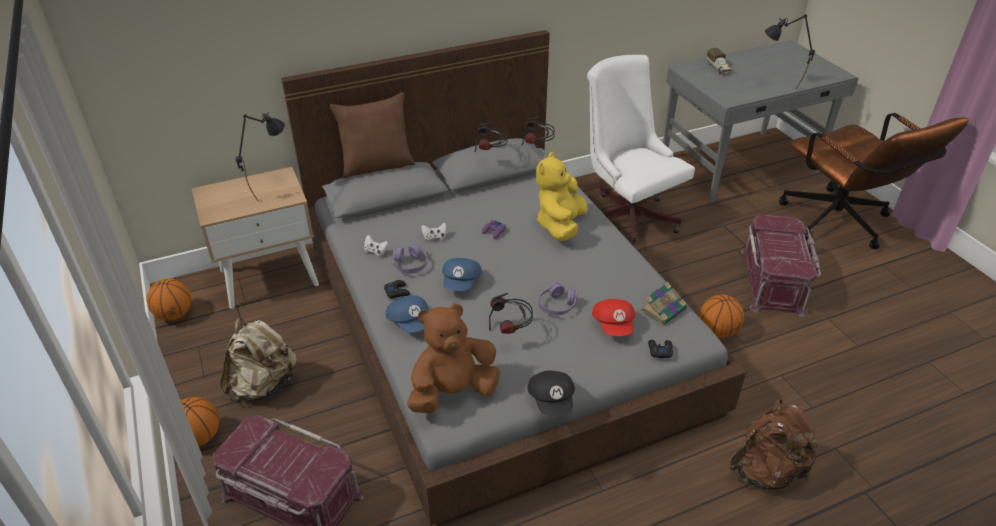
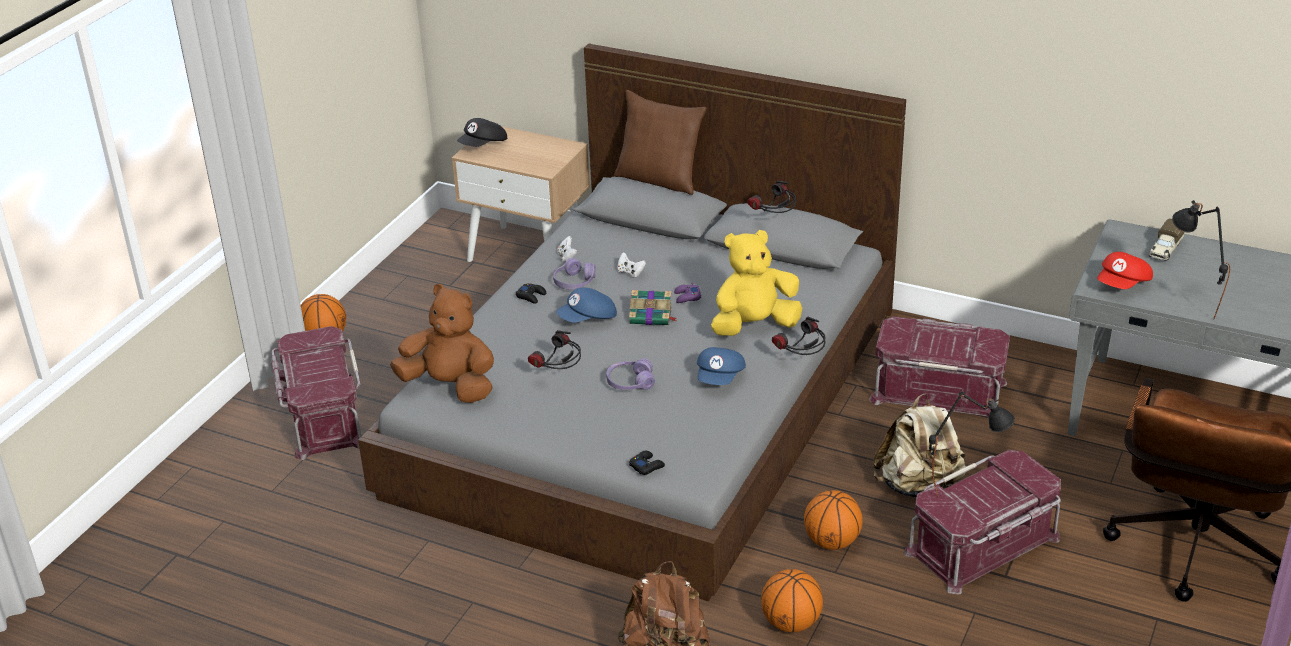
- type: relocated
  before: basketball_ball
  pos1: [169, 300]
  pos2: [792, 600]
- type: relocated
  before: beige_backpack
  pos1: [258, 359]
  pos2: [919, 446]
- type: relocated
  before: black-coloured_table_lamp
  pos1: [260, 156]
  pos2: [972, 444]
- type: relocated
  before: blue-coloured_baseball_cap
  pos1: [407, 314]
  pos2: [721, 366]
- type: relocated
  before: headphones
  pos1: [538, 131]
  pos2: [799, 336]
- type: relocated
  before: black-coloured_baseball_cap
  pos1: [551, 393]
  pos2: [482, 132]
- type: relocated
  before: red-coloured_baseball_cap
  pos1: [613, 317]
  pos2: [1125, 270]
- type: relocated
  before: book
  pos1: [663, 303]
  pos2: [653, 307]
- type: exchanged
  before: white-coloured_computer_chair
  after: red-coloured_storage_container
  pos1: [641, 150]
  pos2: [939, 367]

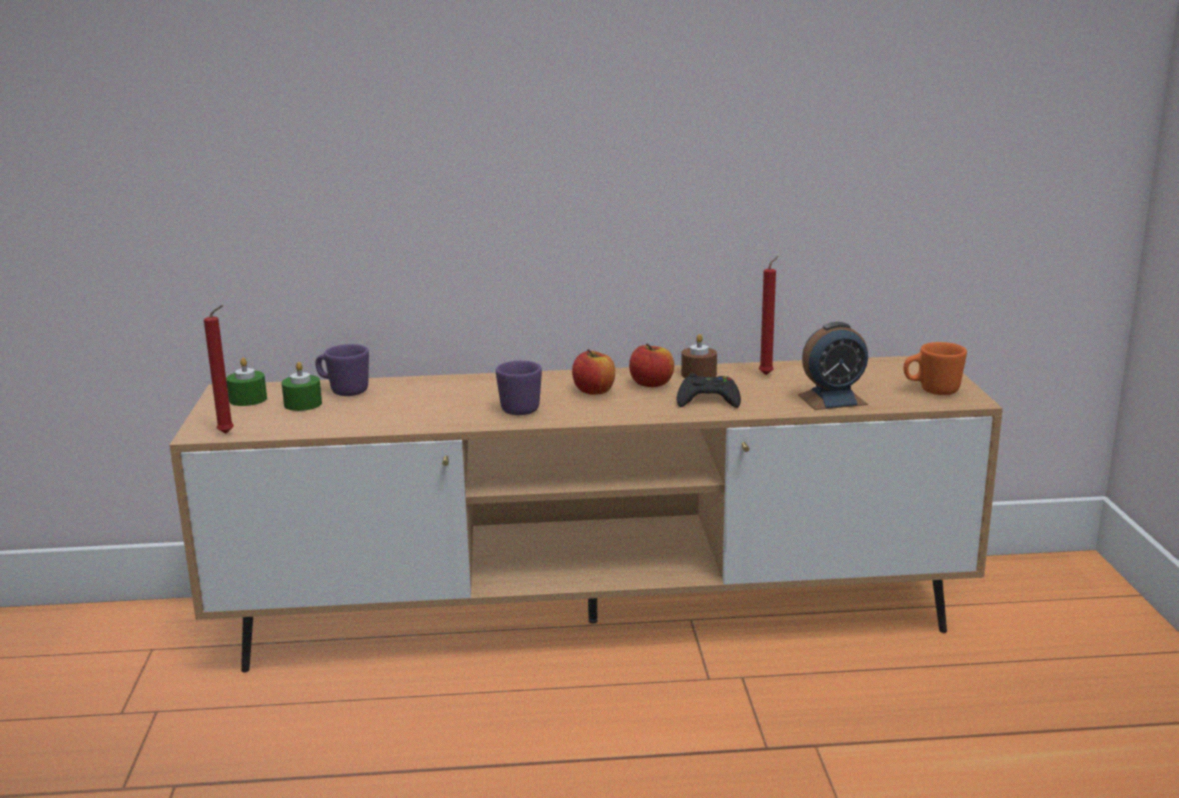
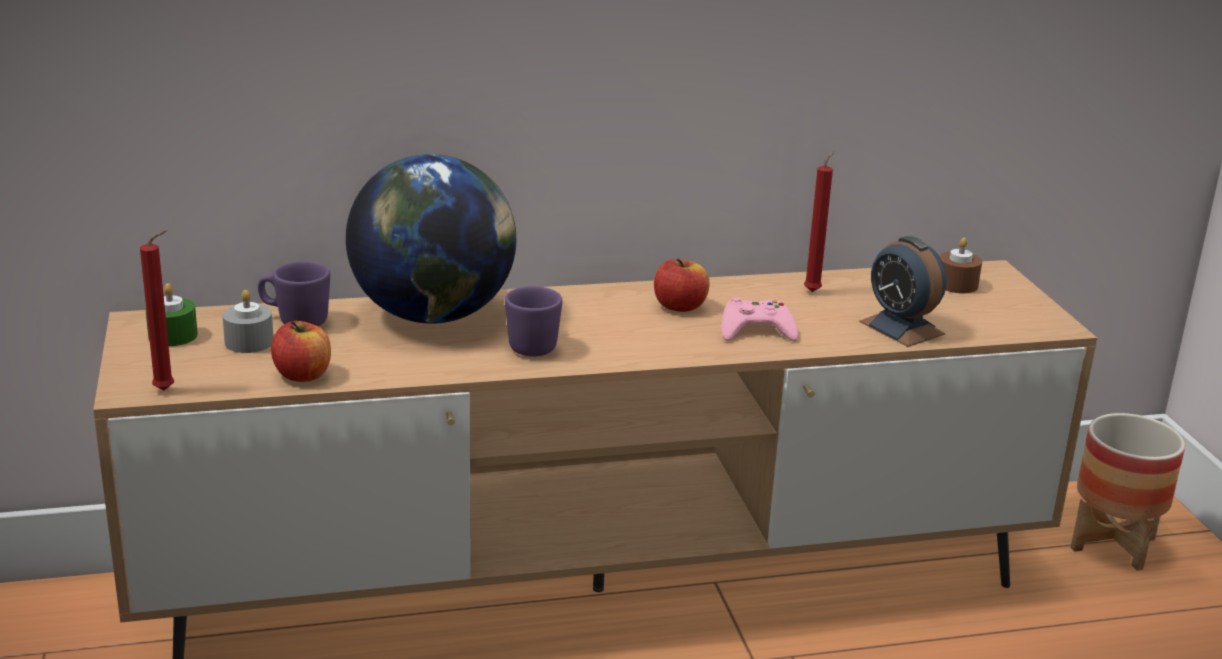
- type: missing
  before: orange_tea_mug
  pos1: [935, 368]
- type: appeared
  after: world_globe
  pos2: [431, 239]
- type: appeared
  after: plant_pot
  pos2: [1128, 492]
- type: relocated
  before: apple_fruit
  pos1: [593, 372]
  pos2: [301, 351]
- type: relocated
  before: brownish_wax_candle
  pos1: [699, 356]
  pos2: [960, 265]
- type: colour
  before: greenish_wax_candle
  after: grey_wax_candle
  pos1: [302, 386]
  pos2: [247, 321]
- type: colour
  before: black-coloured_game_controller
  after: pink-coloured_game_controller
  pos1: [709, 390]
  pos2: [760, 319]
- type: spun
  before: bedside_clock
  pos1: [833, 366]
  pos2: [903, 291]
  turn: 75

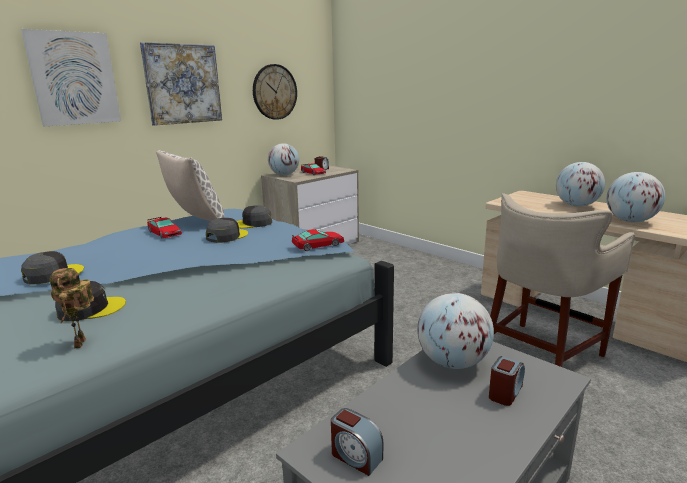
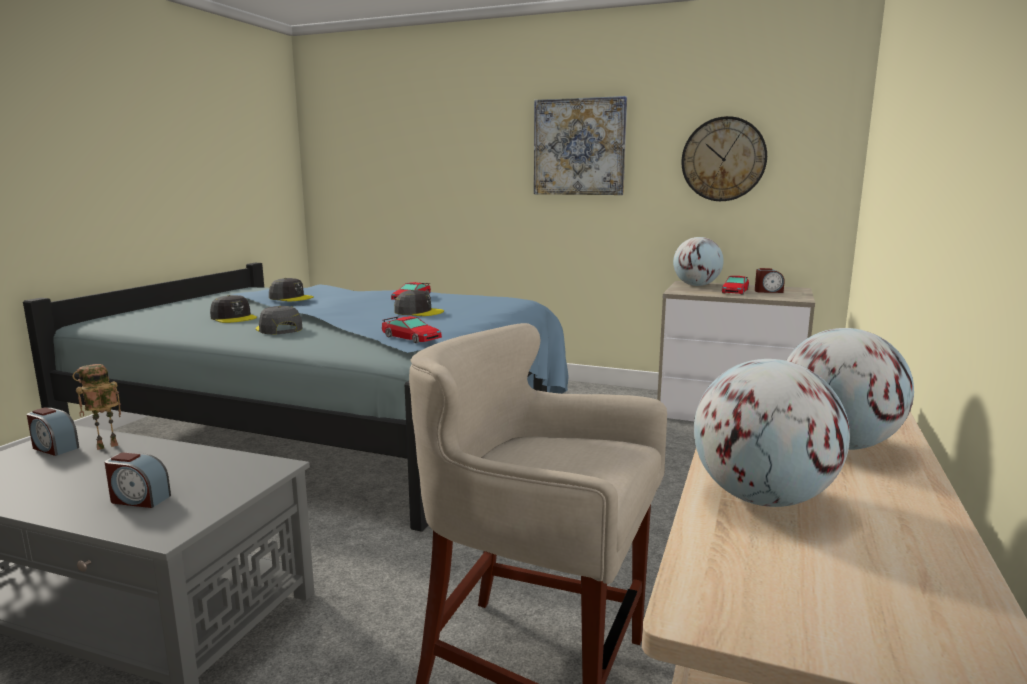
- type: missing
  before: wall_art
  pos1: [71, 77]
- type: missing
  before: pillow
  pos1: [190, 185]
- type: missing
  before: world_globe
  pos1: [455, 331]
- type: relocated
  before: model_robot
  pos1: [72, 308]
  pos2: [97, 407]
- type: relocated
  before: grey_baseball_cap
  pos1: [254, 216]
  pos2: [278, 320]
- type: spun
  before: bedside_clock
  pos1: [357, 442]
  pos2: [53, 431]
  turn: -75

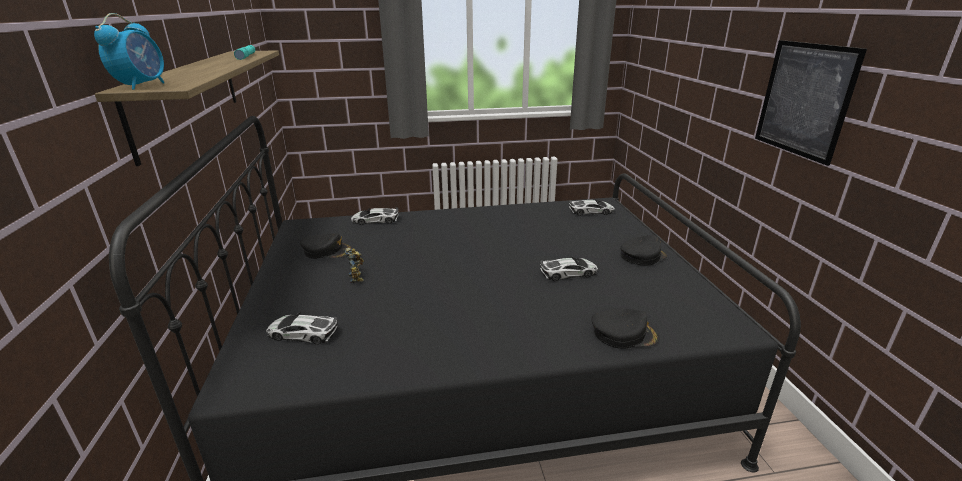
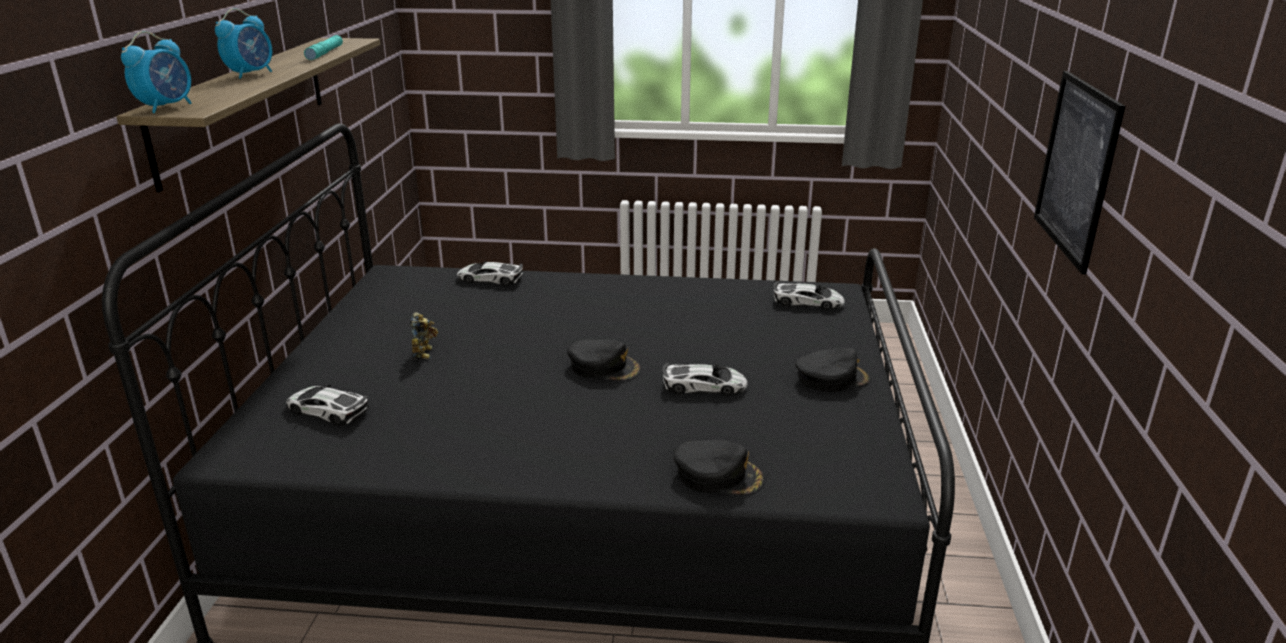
- type: appeared
  after: bedside_clock
  pos2: [243, 43]
- type: relocated
  before: black-coloured_baseball_cap
  pos1: [326, 246]
  pos2: [604, 360]

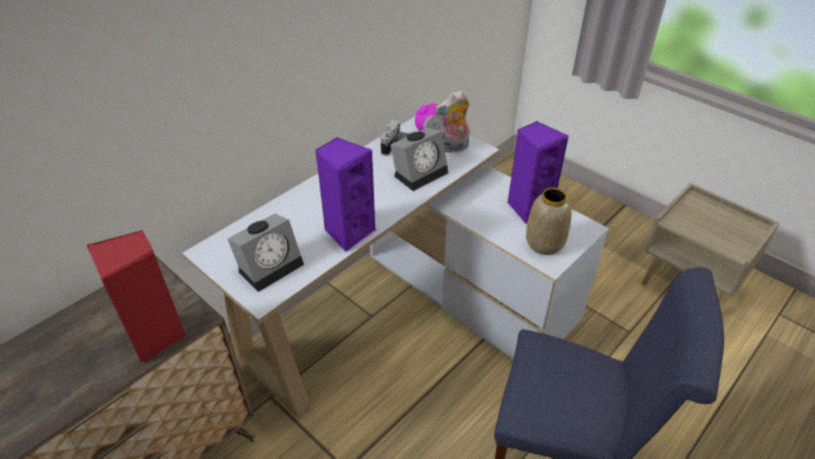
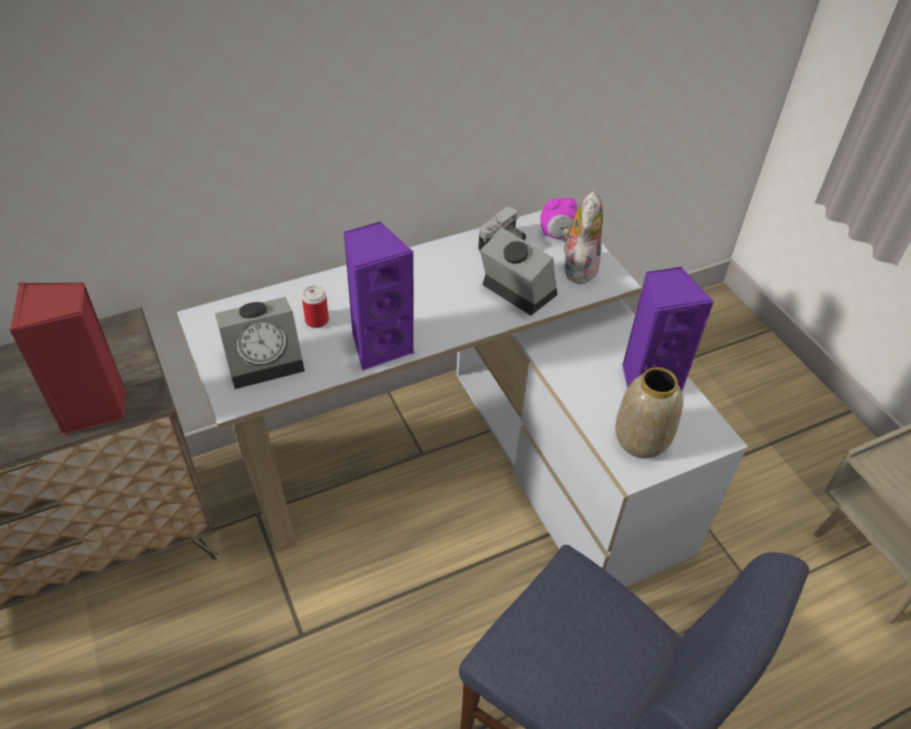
- type: appeared
  after: can
  pos2: [315, 307]
- type: spun
  before: bedside_clock
  pos1: [419, 159]
  pos2: [518, 271]
  turn: -120
- type: spun
  before: soft_toy
  pos1: [452, 121]
  pos2: [583, 237]
  turn: 105

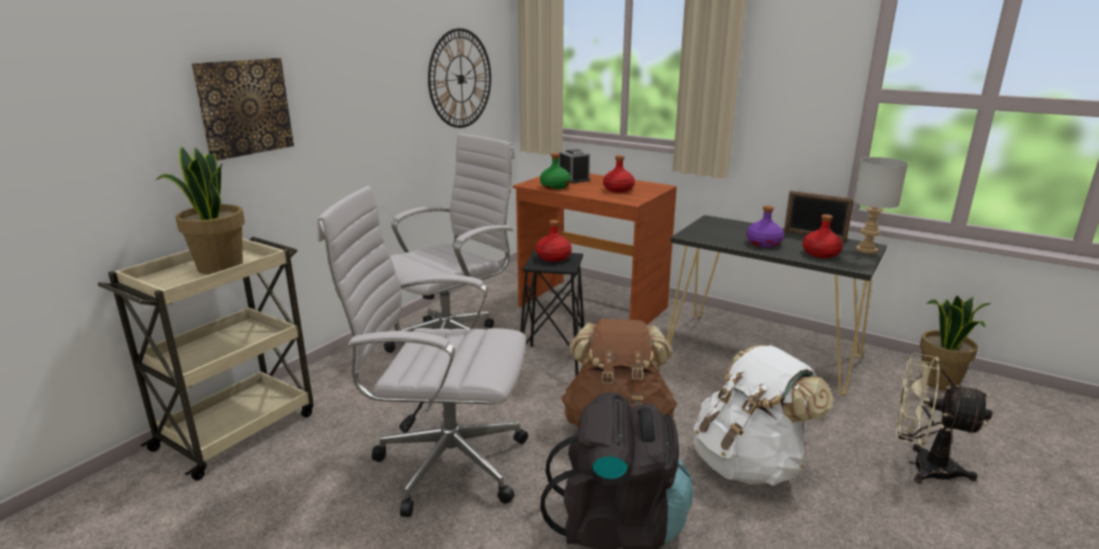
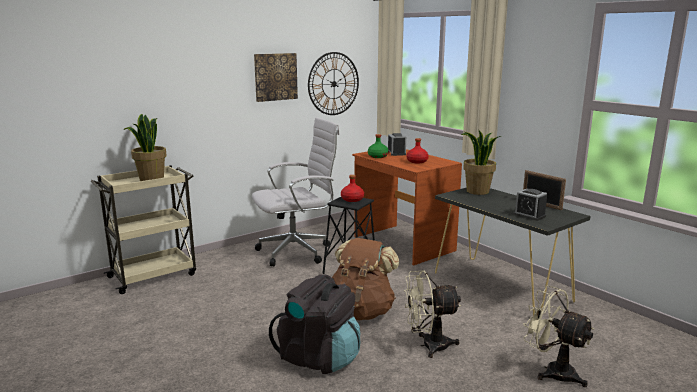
- type: missing
  before: white-coloured_computer_chair
  pos1: [422, 351]
- type: missing
  before: purple-coloured_bottle
  pos1: [765, 226]
- type: missing
  before: grey_table_lamp
  pos1: [880, 205]
- type: relocated
  before: wall_art
  pos1: [242, 109]
  pos2: [276, 77]
- type: relocated
  before: plant_in_a_pot
  pos1: [955, 343]
  pos2: [481, 162]
- type: exchanged
  before: white-coloured_backpack
  after: beige_cooling_fan
  pos1: [763, 415]
  pos2: [432, 314]
- type: exchanged
  before: red-coloured_bottle
  after: bedside_clock
  pos1: [822, 236]
  pos2: [530, 205]

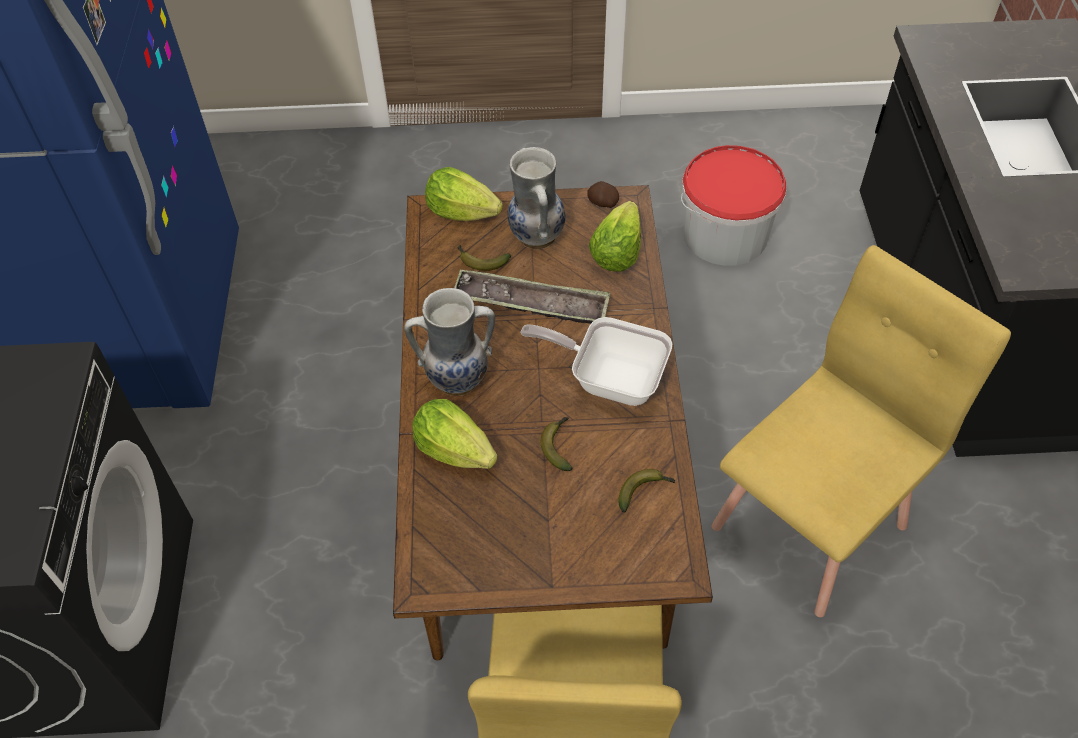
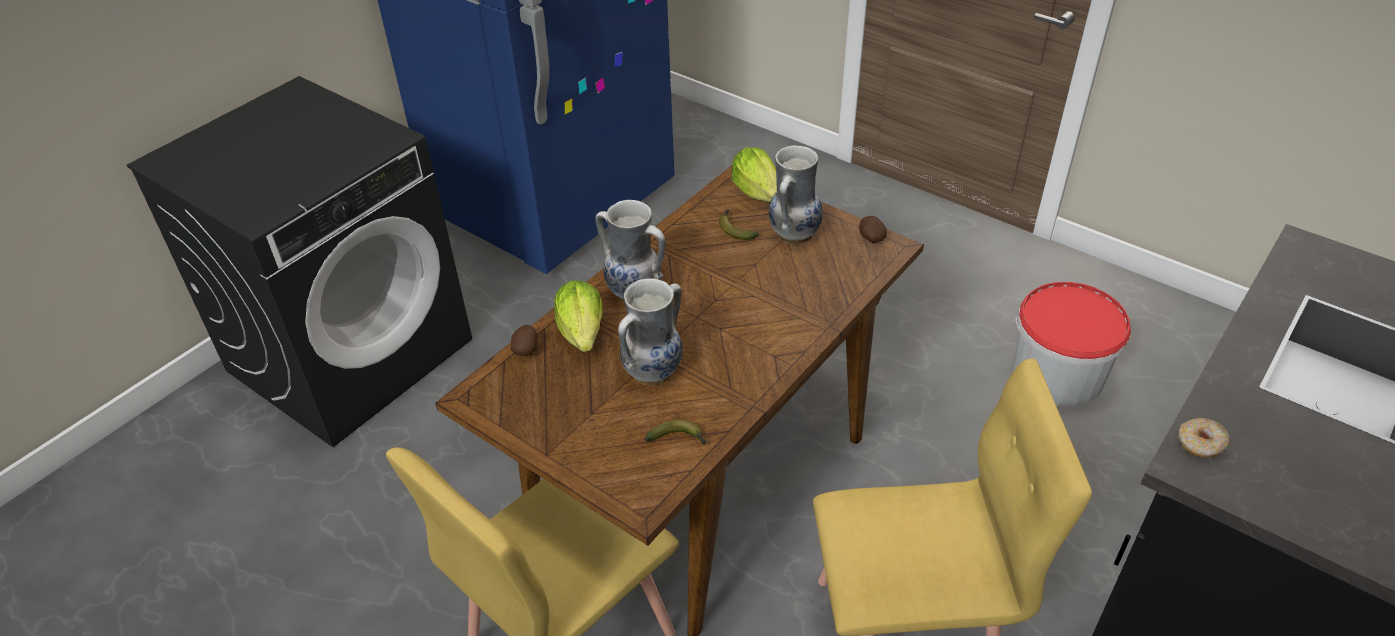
- type: missing
  before: serving_tray
  pos1: [532, 296]
- type: missing
  before: skillet
  pos1: [596, 361]
- type: missing
  before: lettuce_head
  pos1: [615, 236]
- type: appeared
  after: spud
  pos2: [524, 340]
- type: appeared
  after: doughnut
  pos2: [1204, 438]
- type: exchanged
  before: banana
  after: flower_vase
  pos1: [557, 444]
  pos2: [650, 331]

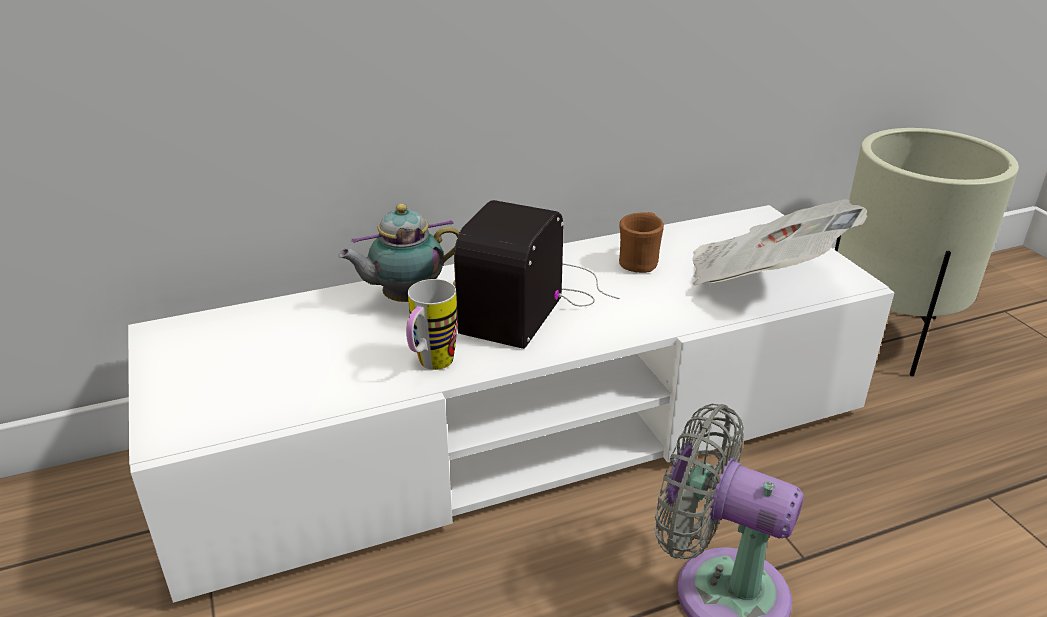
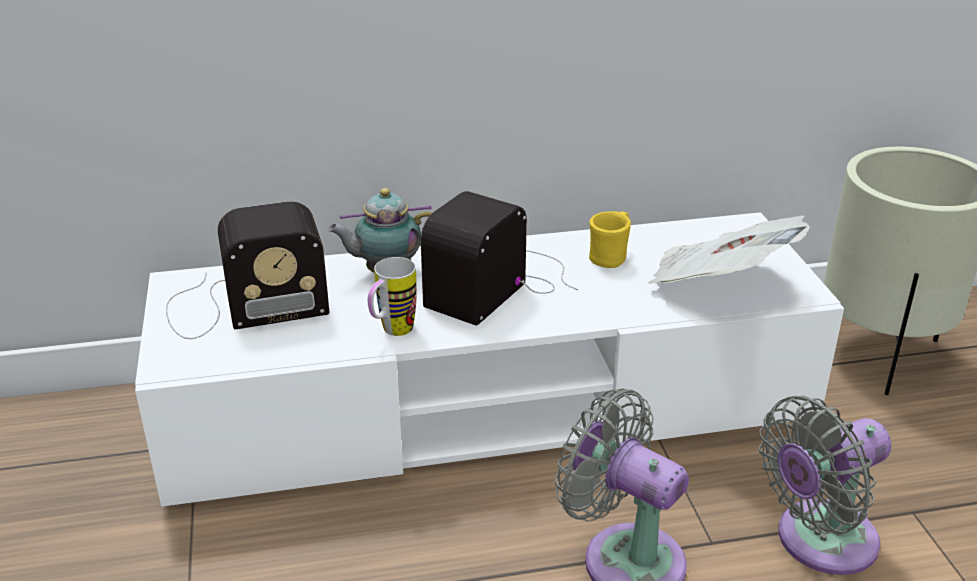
- type: appeared
  after: radio
  pos2: [247, 270]
- type: appeared
  after: grey_cooling_fan
  pos2: [825, 485]
- type: colour
  before: brownish_tea_mug
  after: yellowish_tea_mug
  pos1: [641, 242]
  pos2: [610, 239]

